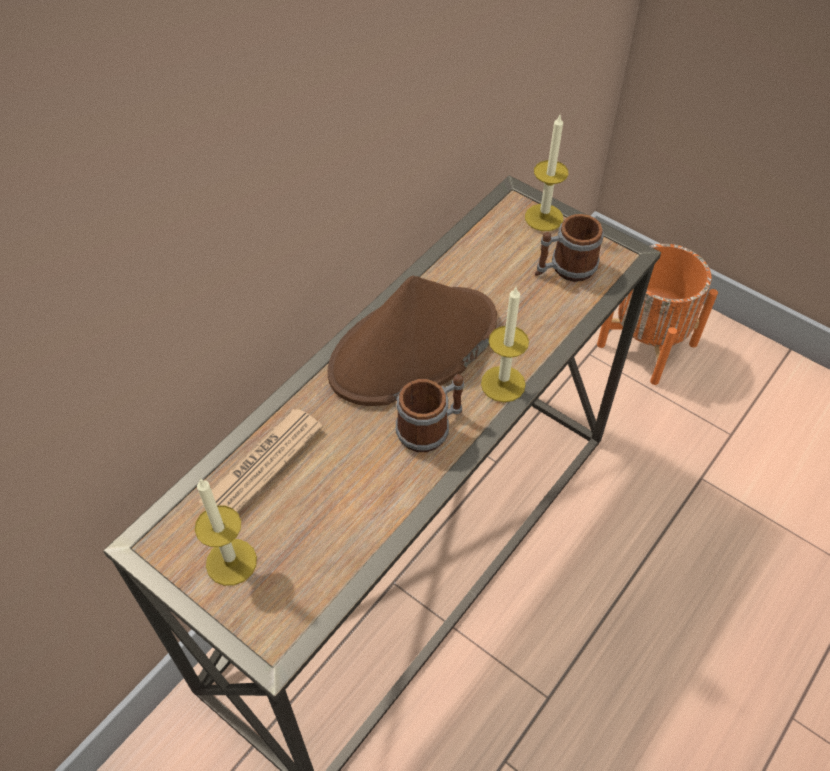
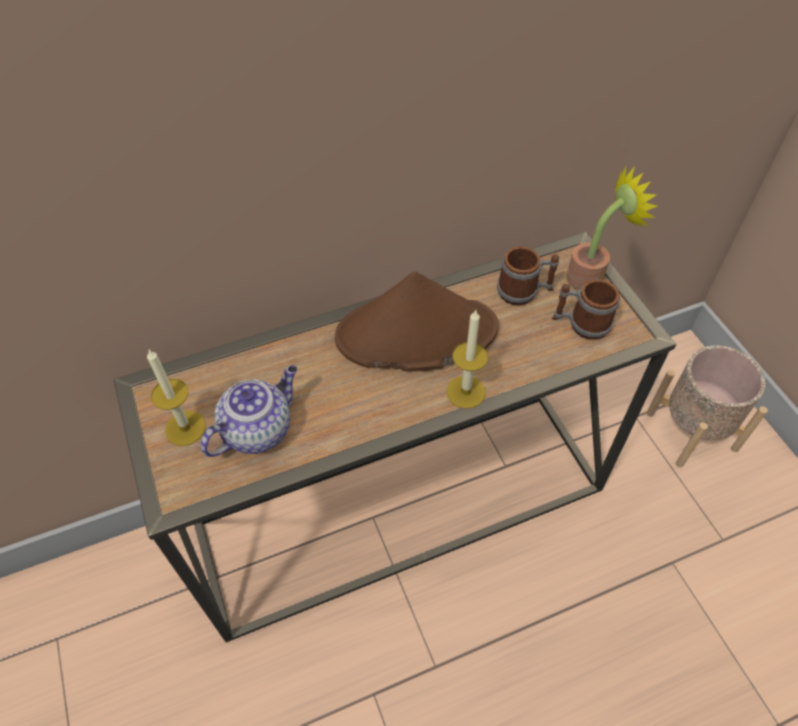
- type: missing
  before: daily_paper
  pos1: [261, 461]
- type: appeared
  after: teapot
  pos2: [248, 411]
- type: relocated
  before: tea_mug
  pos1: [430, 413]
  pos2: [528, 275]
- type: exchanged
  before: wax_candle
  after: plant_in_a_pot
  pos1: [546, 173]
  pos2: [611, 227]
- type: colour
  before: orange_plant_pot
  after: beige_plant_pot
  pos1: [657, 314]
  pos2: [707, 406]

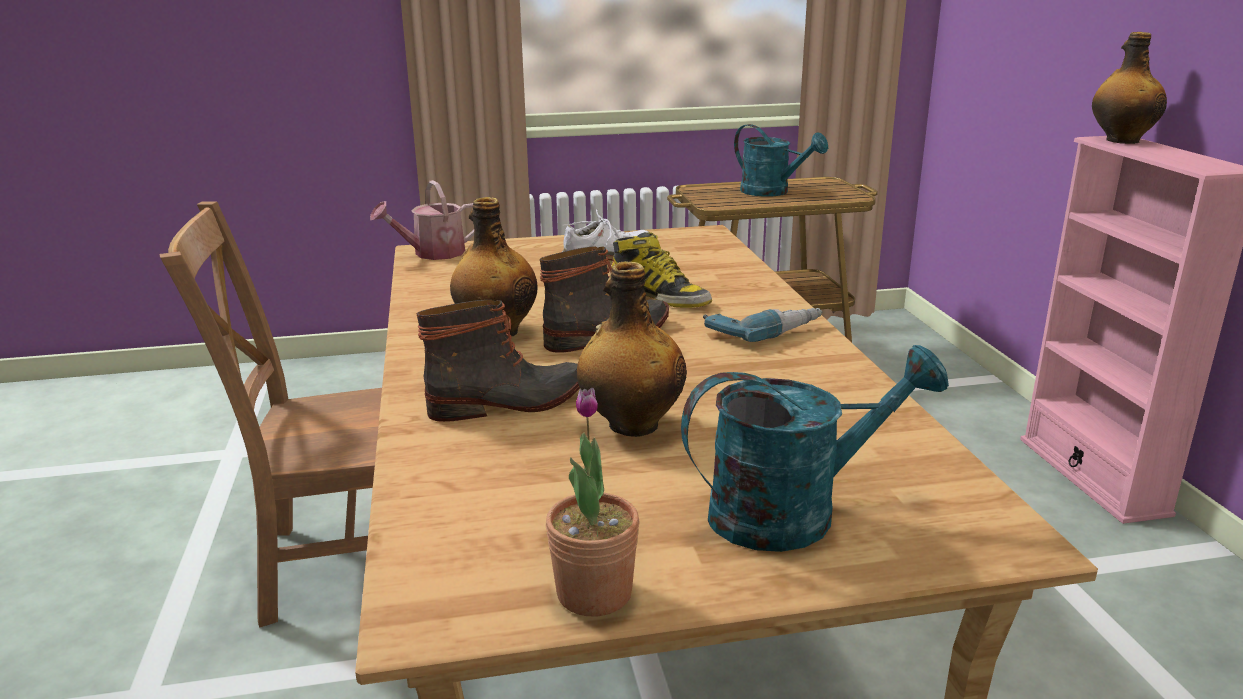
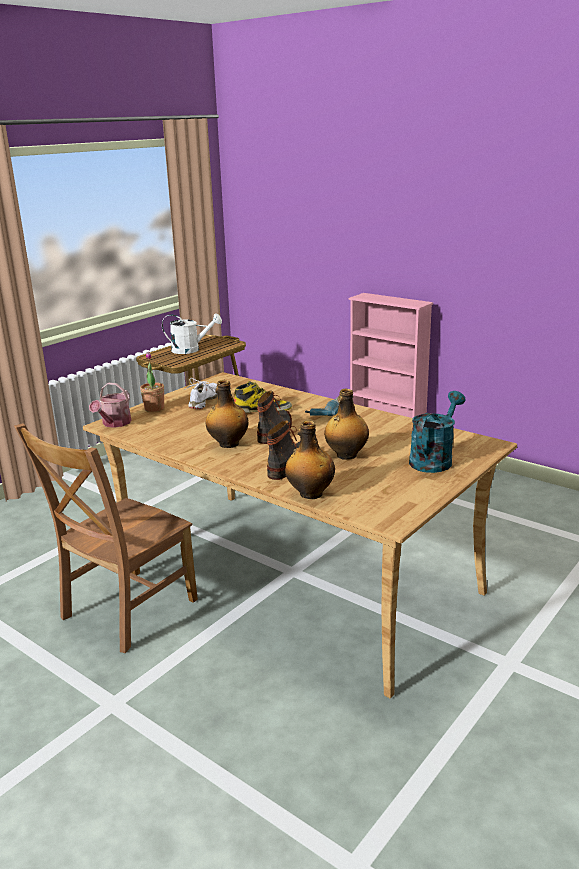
- type: relocated
  before: plant_in_a_pot
  pos1: [592, 502]
  pos2: [152, 382]
- type: relocated
  before: bottle
  pos1: [1129, 88]
  pos2: [310, 460]
- type: colour
  before: turquoise-coloured_sprinkling_can
  after: white-coloured_sprinkling_can
  pos1: [781, 160]
  pos2: [192, 333]

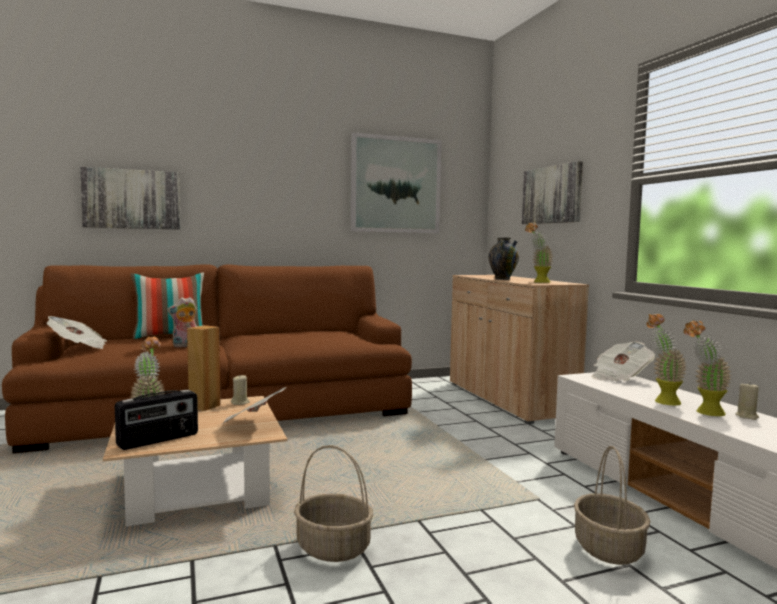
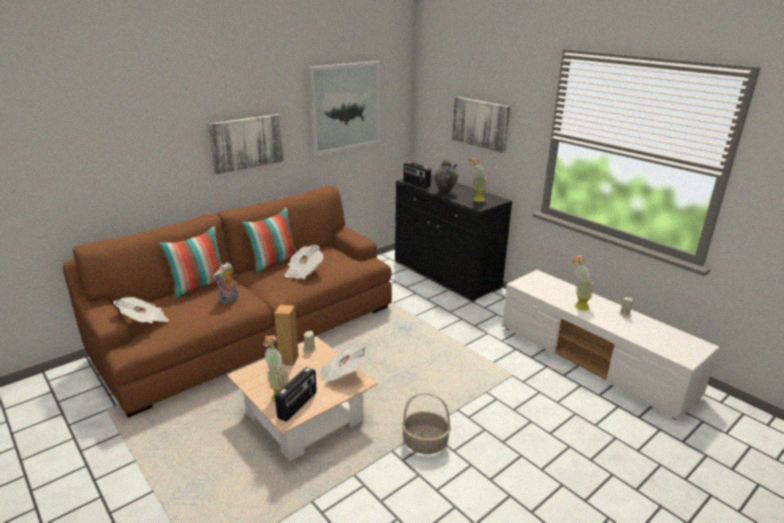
- type: missing
  before: storage_basket
  pos1: [612, 505]
- type: missing
  before: plant_in_a_pot
  pos1: [708, 368]
- type: appeared
  after: pillow
  pos2: [269, 241]
- type: appeared
  after: radio
  pos2: [417, 175]
- type: relocated
  before: wall_art
  pos1: [130, 198]
  pos2: [246, 144]
- type: relocated
  before: daily_paper
  pos1: [623, 361]
  pos2: [303, 262]
- type: colour
  before: beige_storage_cabinet
  after: black-coloured_storage_cabinet
  pos1: [519, 349]
  pos2: [453, 238]

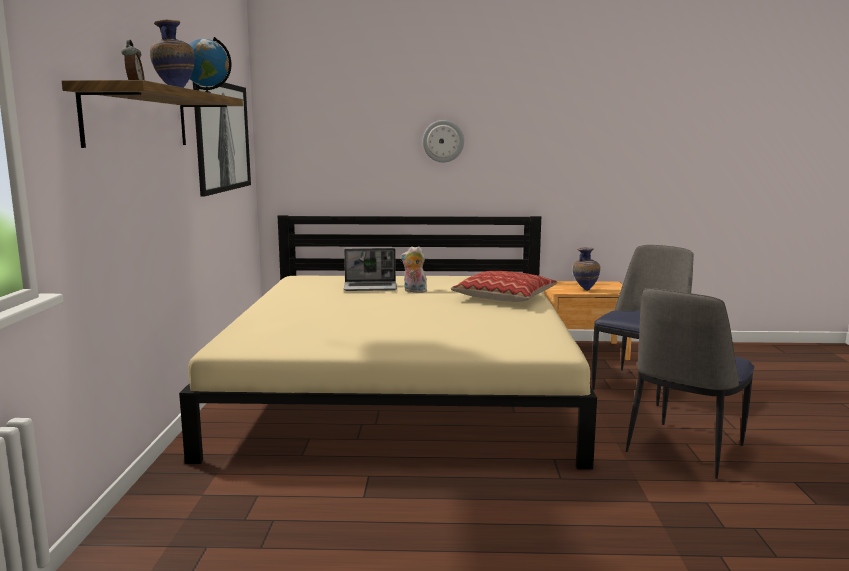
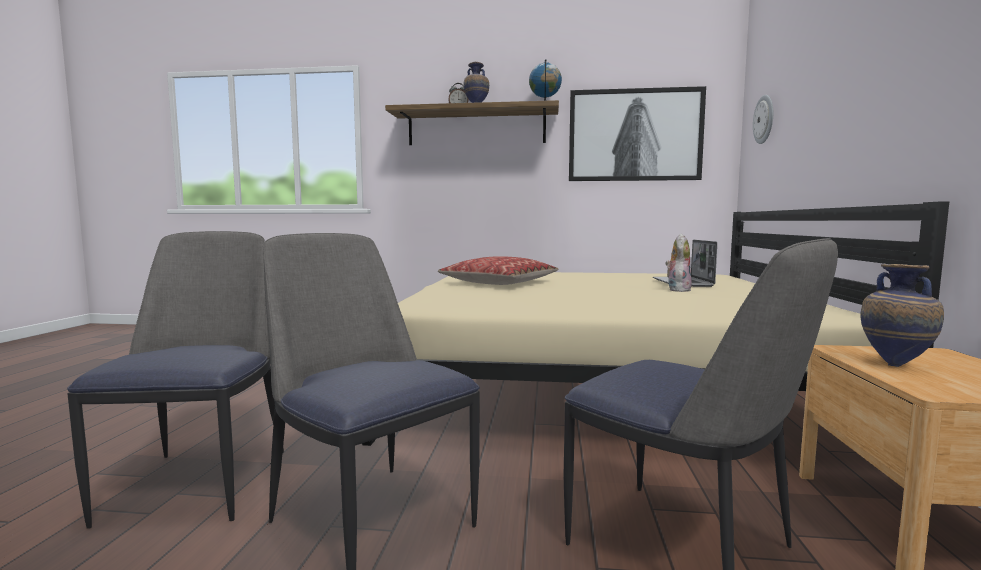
- type: appeared
  after: upright_chair
  pos2: [175, 380]
- type: relocated
  before: hanging_clock
  pos1: [443, 141]
  pos2: [763, 119]
- type: relocated
  before: pillow
  pos1: [504, 286]
  pos2: [498, 270]

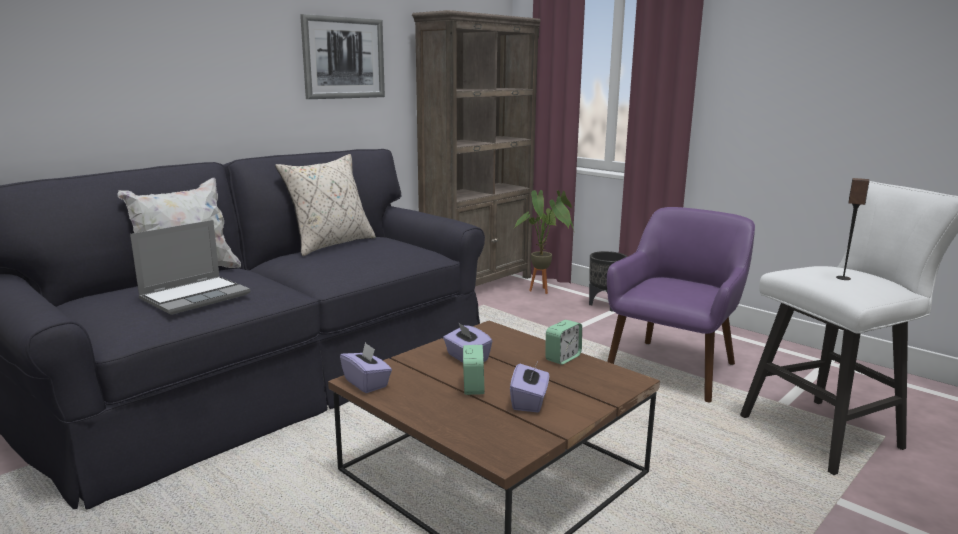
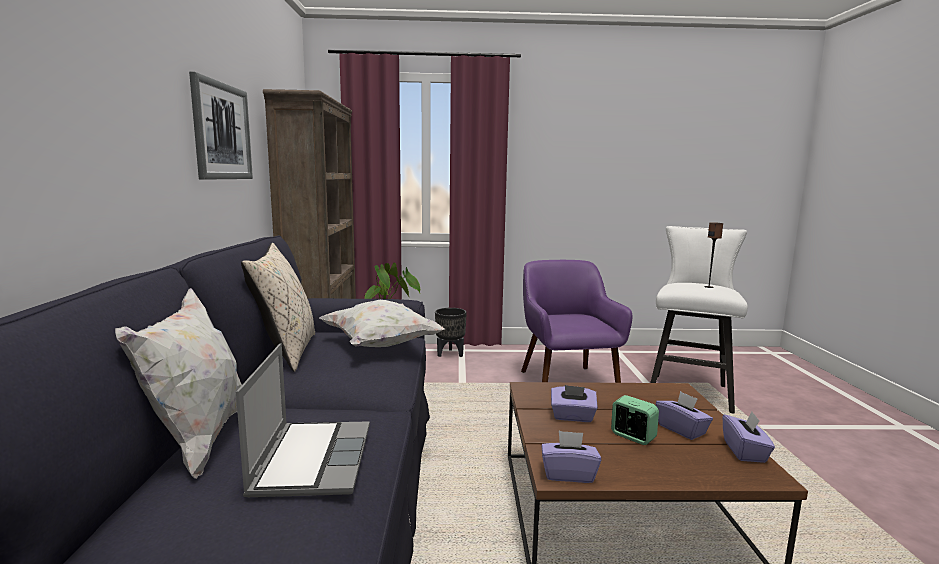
- type: missing
  before: bedside_clock
  pos1: [564, 342]
- type: appeared
  after: white-coloured_pillow
  pos2: [382, 323]
- type: appeared
  after: purple-coloured_box_of_tissues
  pos2: [749, 437]

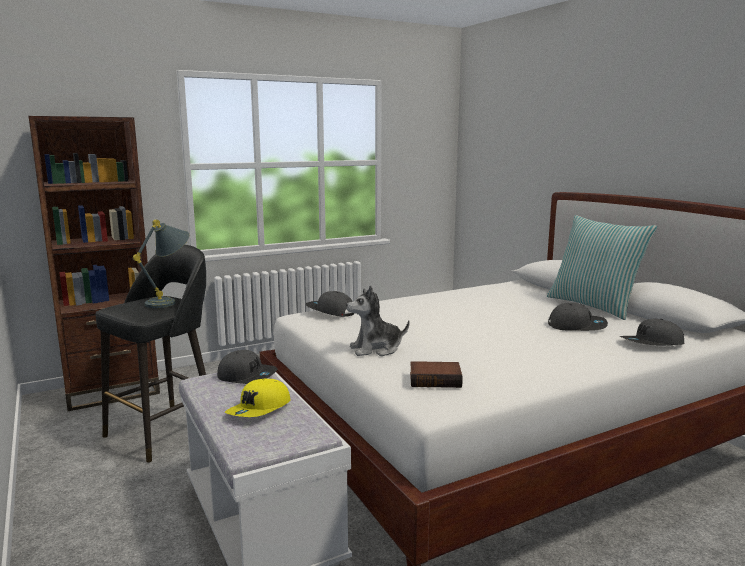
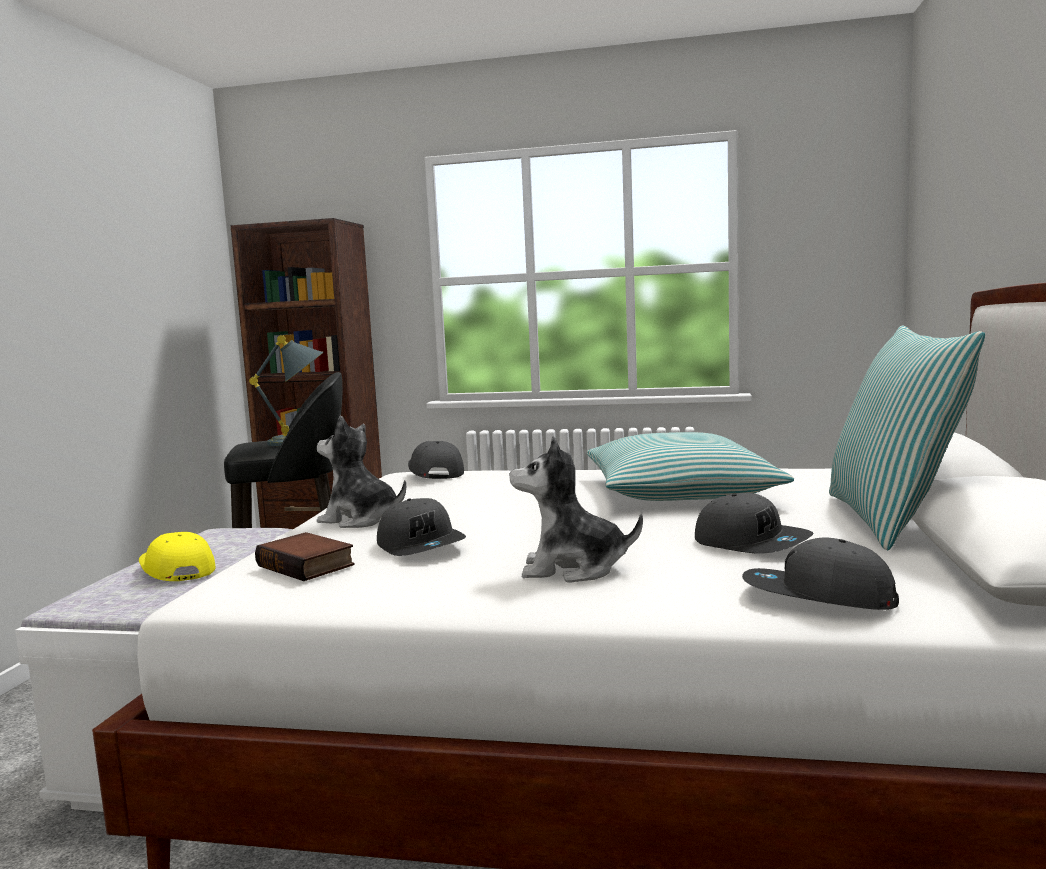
- type: appeared
  after: soft_toy
  pos2: [576, 509]
- type: appeared
  after: pillow
  pos2: [690, 466]
- type: relocated
  before: grey_baseball_cap
  pos1: [247, 367]
  pos2: [421, 527]
- type: spun
  before: yellowish_baseball_cap
  pos1: [257, 398]
  pos2: [177, 556]
  turn: 75

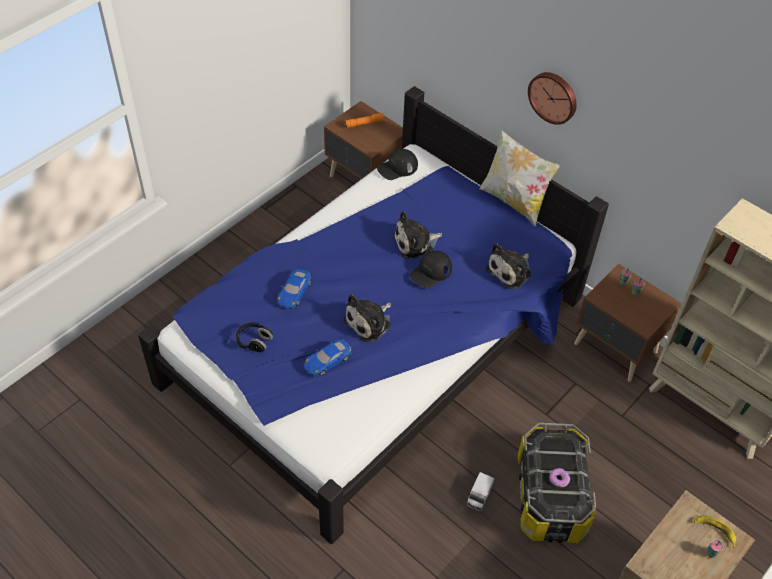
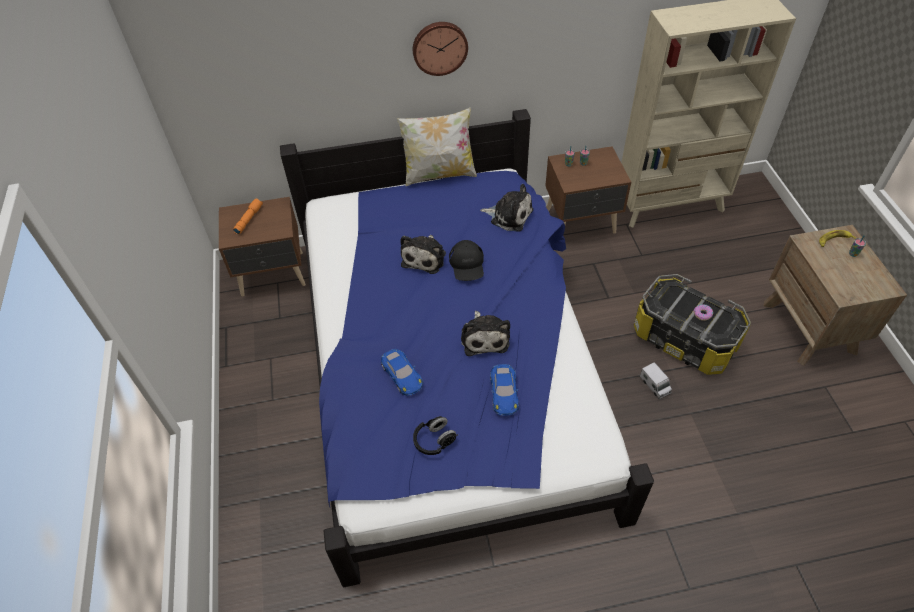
- type: missing
  before: black-coloured_baseball_cap
  pos1: [397, 164]
- type: spun
  before: soft_toy
  pos1: [508, 266]
  pos2: [506, 208]
  turn: -60

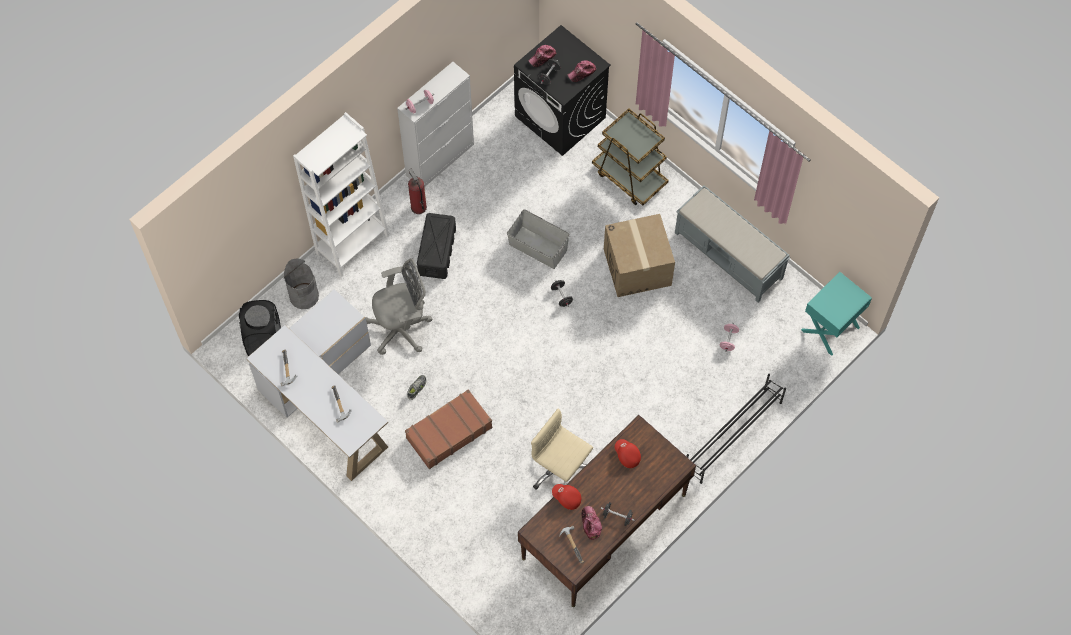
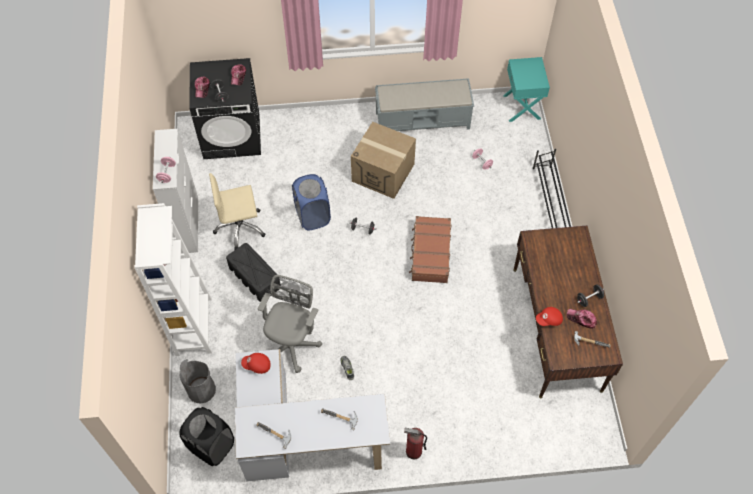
- type: missing
  before: brownish_trolley
  pos1: [630, 156]
- type: relocated
  before: brownish_suitcase
  pos1: [449, 429]
  pos2: [430, 249]
- type: relocated
  before: extinguisher
  pos1: [417, 191]
  pos2: [415, 444]
- type: relocated
  before: beige_computer_chair
  pos1: [562, 449]
  pos2: [237, 211]
- type: relocated
  before: red-coloured_baseball_cap
  pos1: [628, 453]
  pos2: [256, 363]
- type: exchanged
  before: grey_storage_container
  after: blue-coloured_hamper
  pos1: [538, 239]
  pos2: [311, 202]

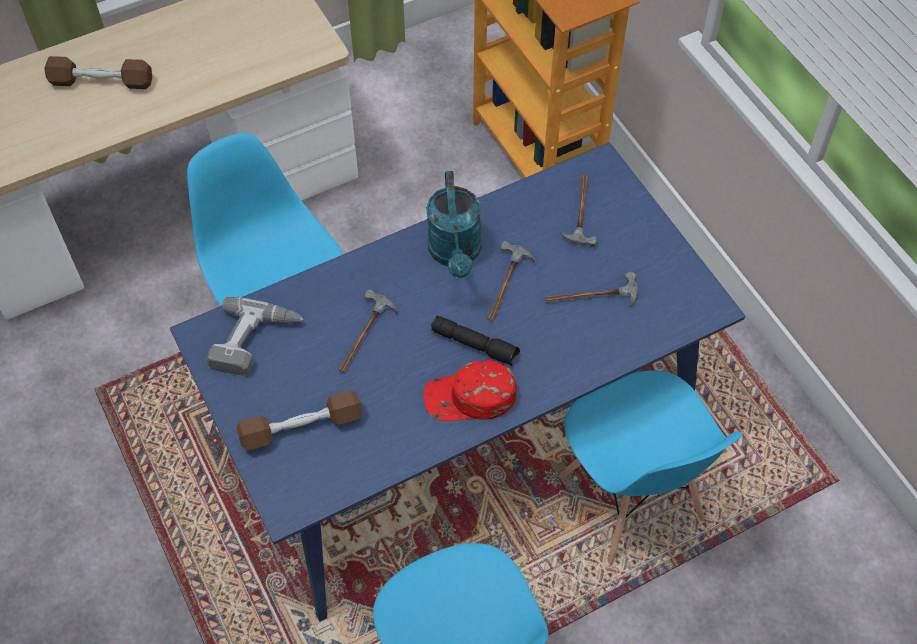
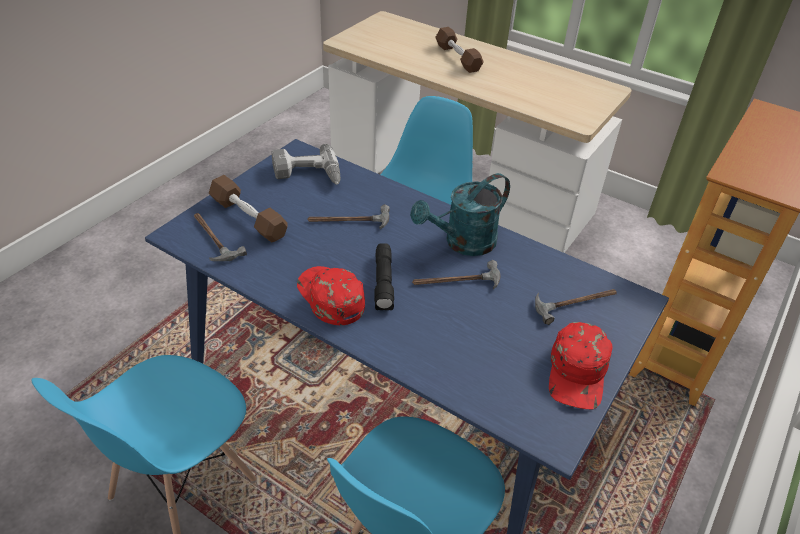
- type: appeared
  after: red-coloured_baseball_cap
  pos2: [581, 365]
- type: relocated
  before: hand_hammer
  pos1: [591, 289]
  pos2: [220, 237]

